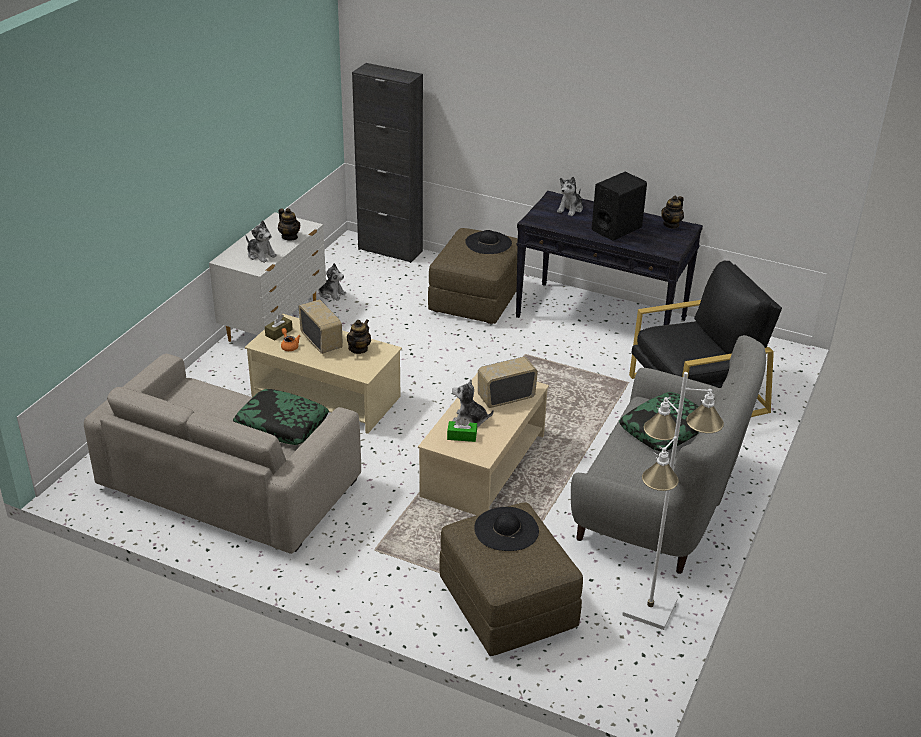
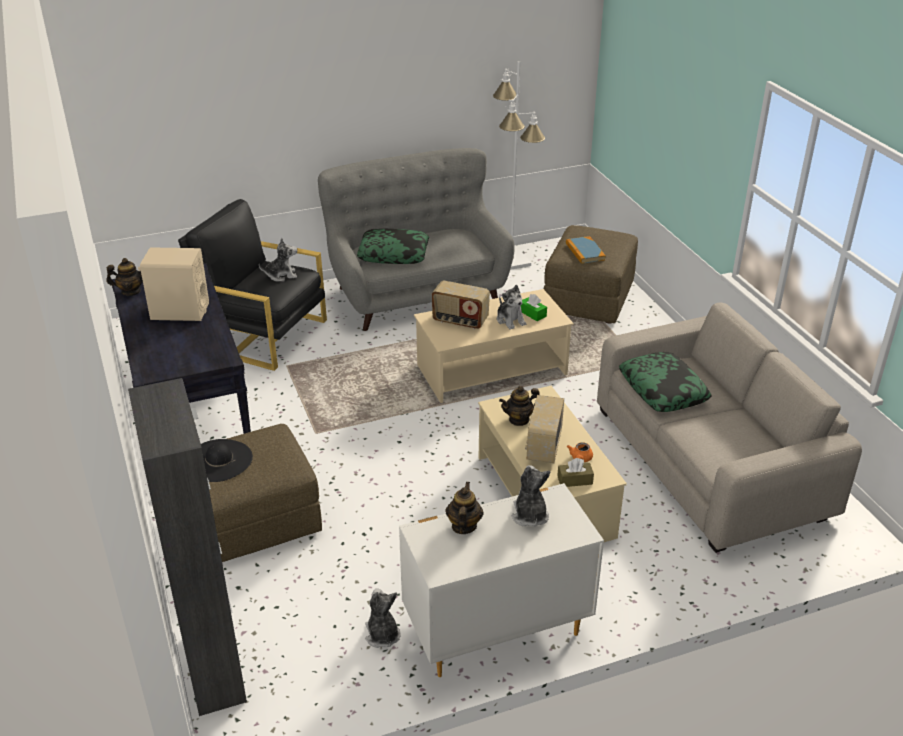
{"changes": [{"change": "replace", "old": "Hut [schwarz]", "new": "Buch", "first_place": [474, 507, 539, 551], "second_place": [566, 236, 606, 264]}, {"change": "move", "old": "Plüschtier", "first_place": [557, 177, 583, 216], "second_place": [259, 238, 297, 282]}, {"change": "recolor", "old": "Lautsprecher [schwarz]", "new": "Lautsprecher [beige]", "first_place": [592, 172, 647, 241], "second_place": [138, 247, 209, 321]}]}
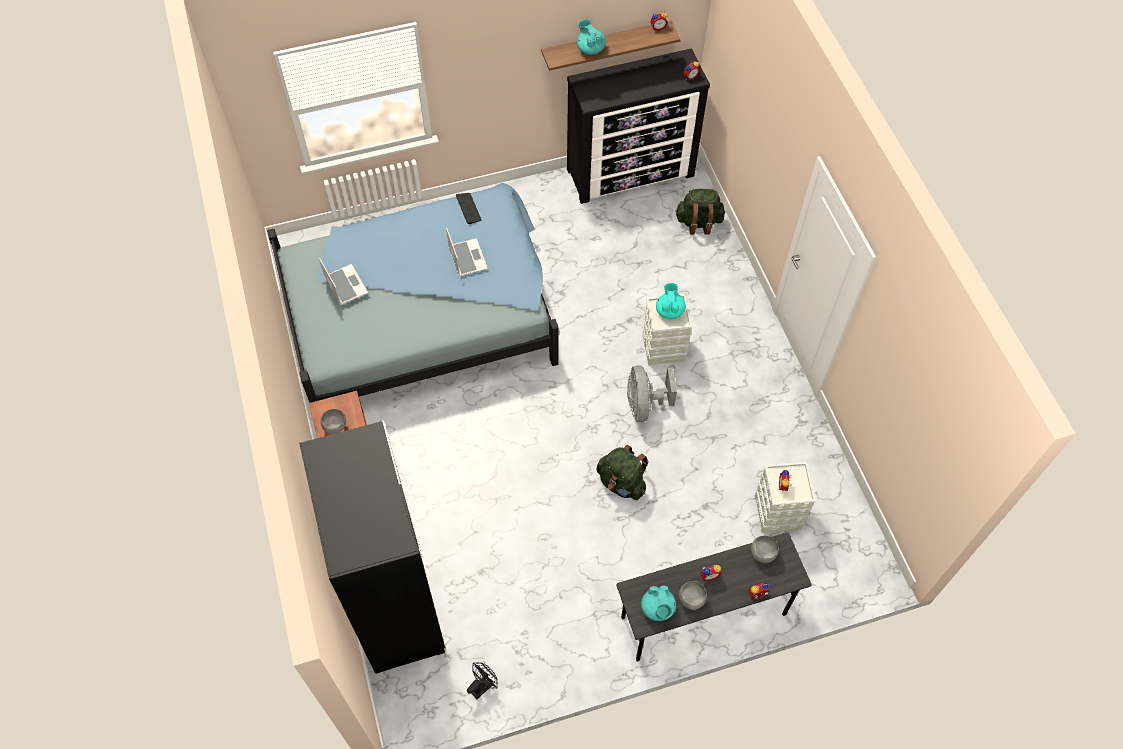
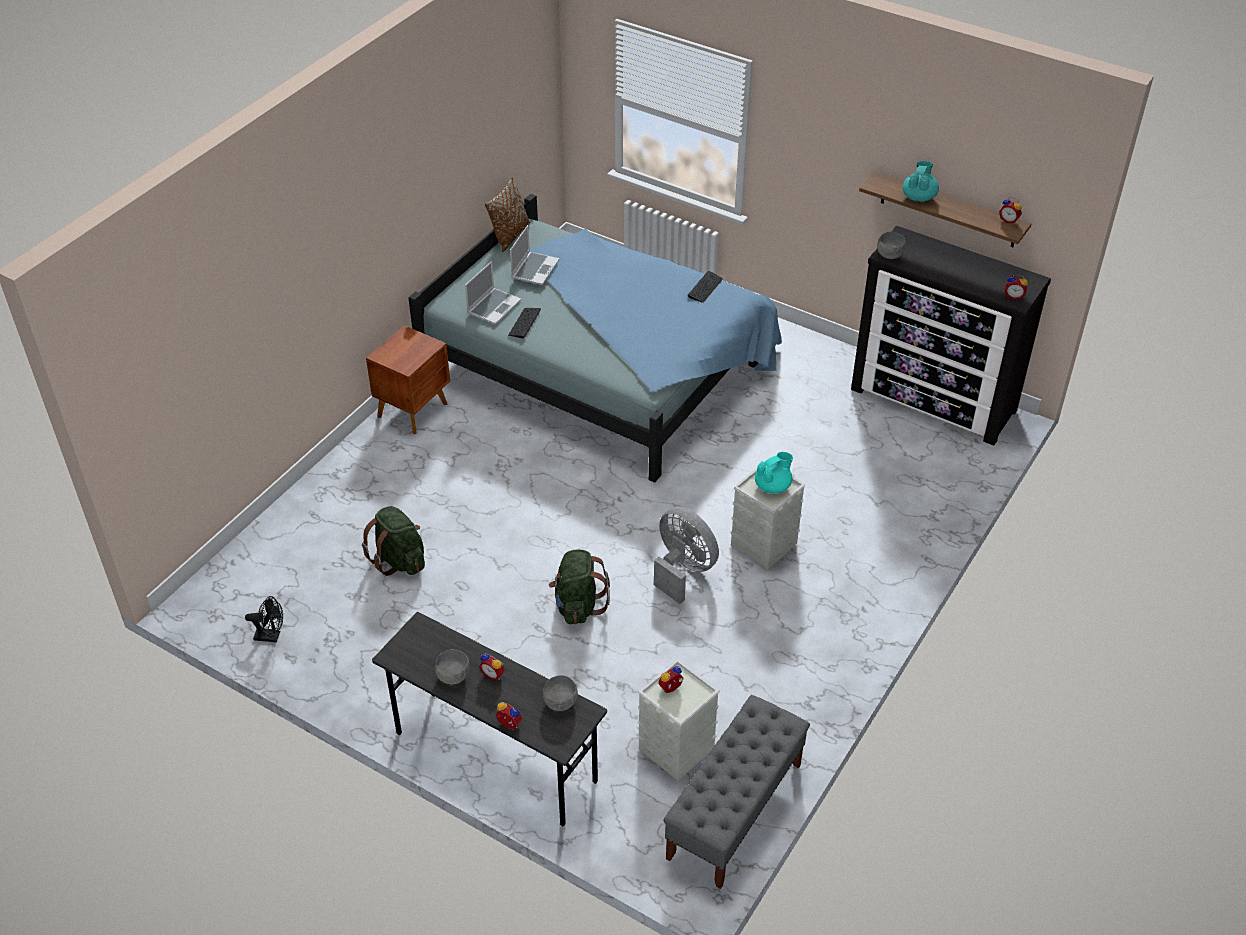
{"changes": [{"change": "delete", "old": "Kleiderschrank [schwarz]", "first_place": [299, 420, 445, 674]}, {"change": "move", "old": "Schüssel [grau]", "first_place": [321, 409, 346, 434], "second_place": [877, 232, 906, 259]}, {"change": "move", "old": "Laptop", "first_place": [446, 228, 488, 277], "second_place": [465, 261, 521, 325]}, {"change": "rotate", "old": "Ventilator [grau]", "first_place": [627, 365, 677, 422], "second_place": [654, 507, 719, 604], "degrees": 90}, {"change": "delete", "old": "Teekanne [türkis]", "first_place": [641, 585, 676, 621]}, {"change": "move", "old": "Rucksack [grün]", "first_place": [675, 189, 725, 235], "second_place": [362, 506, 425, 576]}, {"change": "insert", "new": "Kissen [braun]", "second_place": [485, 177, 530, 252]}, {"change": "insert", "new": "Tastatur", "second_place": [508, 308, 541, 339]}, {"change": "insert", "new": "Bank [grau]", "second_place": [664, 695, 810, 889]}]}
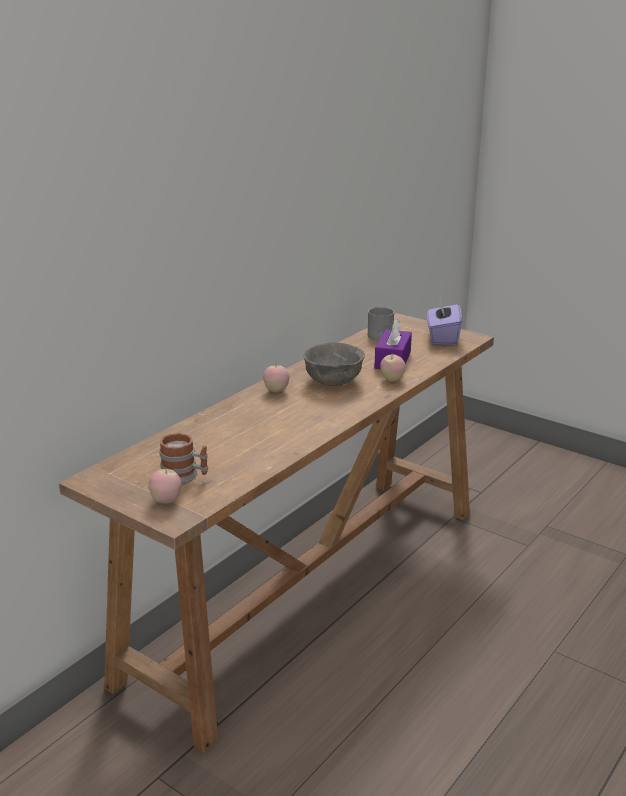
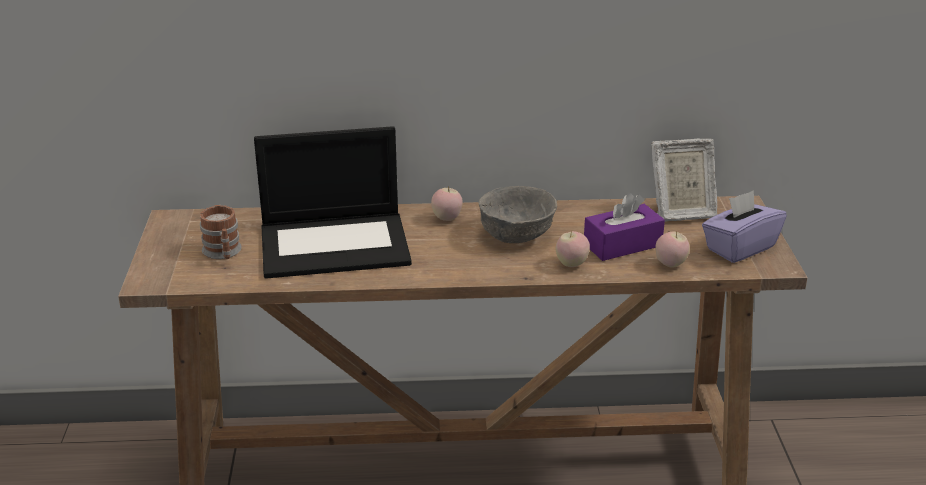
{"changes": [{"change": "move", "old": "Apfel", "first_place": [148, 467, 181, 504], "second_place": [655, 231, 690, 268]}, {"change": "replace", "old": "Henkelbecher [grau]", "new": "Bilderrahmen", "first_place": [368, 307, 395, 341], "second_place": [651, 139, 717, 222]}, {"change": "insert", "new": "Laptop", "second_place": [254, 126, 412, 279]}]}
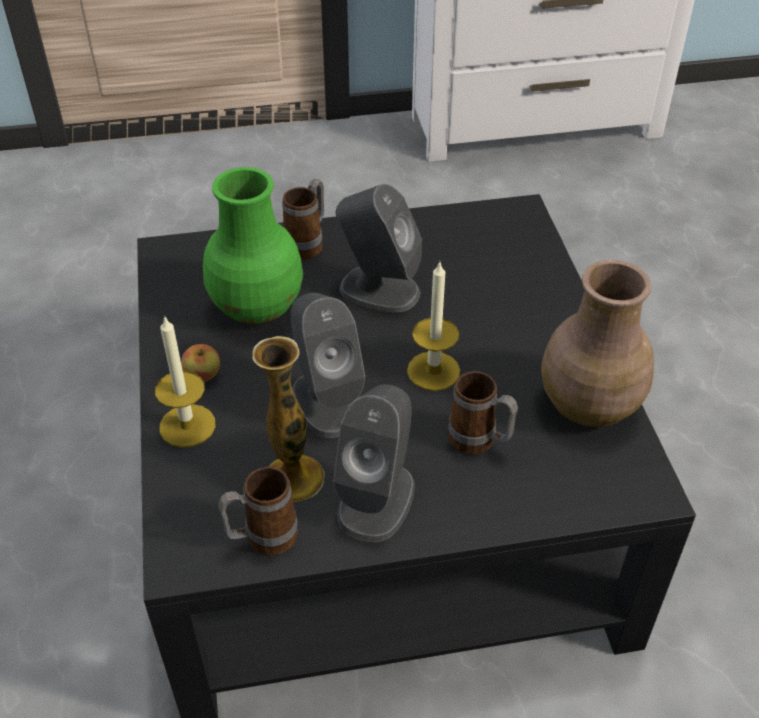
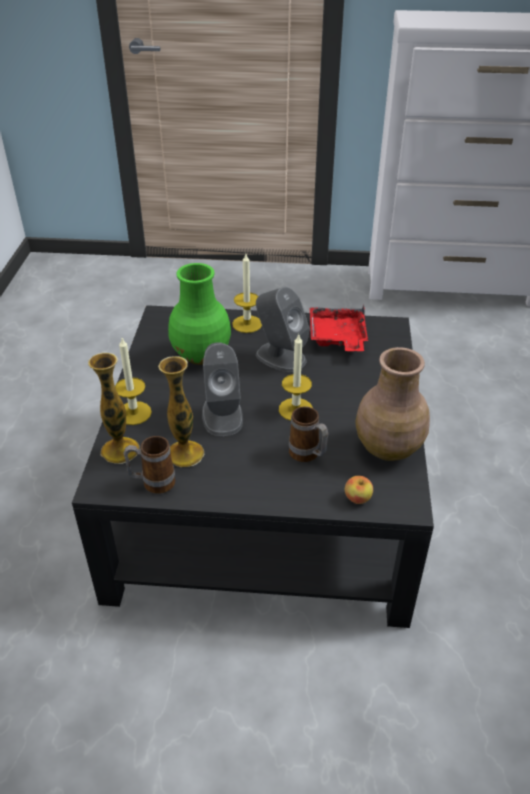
{"changes": [{"change": "move", "old": "Apfel", "first_place": [181, 344, 220, 382], "second_place": [345, 476, 373, 504]}, {"change": "replace", "old": "Henkelbecher", "new": "Kerze", "first_place": [282, 179, 324, 260], "second_place": [232, 254, 262, 333]}, {"change": "delete", "old": "Lautsprecher [grau]", "first_place": [333, 384, 415, 542]}, {"change": "insert", "new": "Vase", "second_place": [88, 352, 140, 464]}, {"change": "insert", "new": "Tablett [rot]", "second_place": [310, 305, 368, 351]}]}
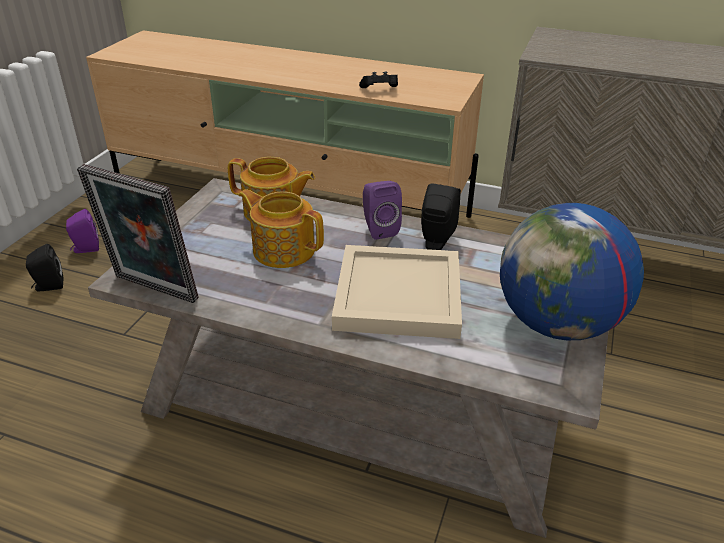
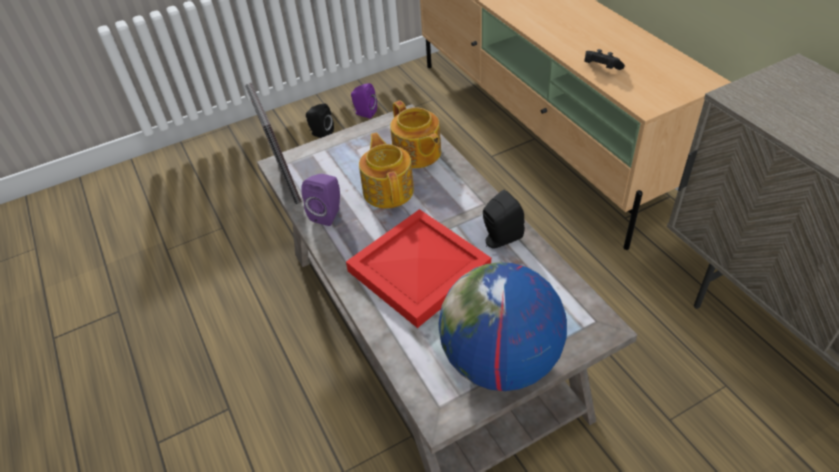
{"changes": [{"change": "recolor", "old": "Tablett [beige]", "new": "Tablett [rot]", "first_place": [332, 245, 462, 339], "second_place": [346, 209, 491, 328]}, {"change": "move", "old": "Lautsprecher [lila]", "first_place": [363, 181, 402, 240], "second_place": [301, 174, 340, 226]}]}
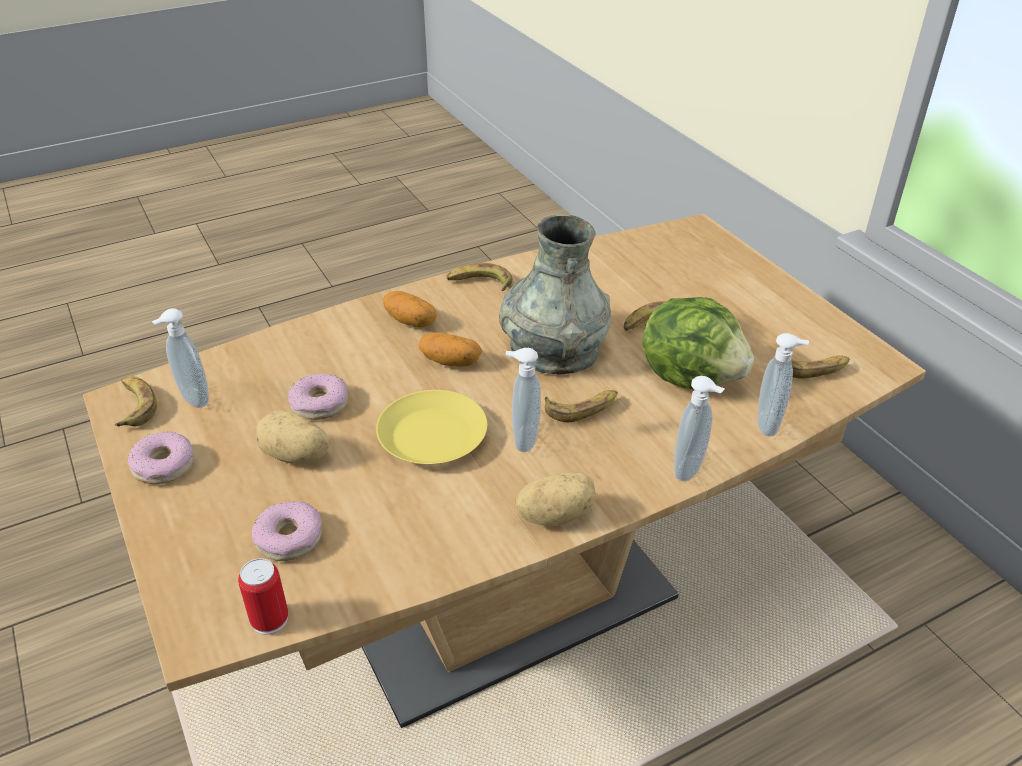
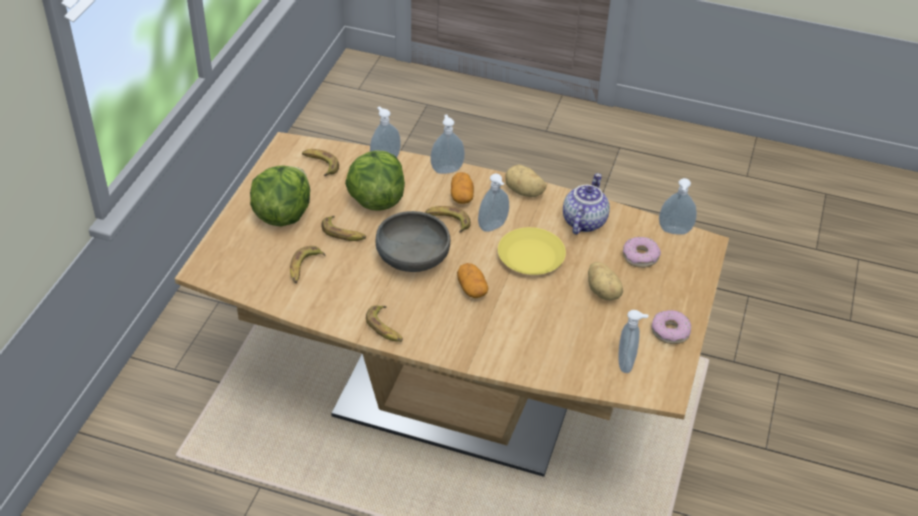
{"changes": [{"change": "move", "old": "Banane", "first_place": [115, 376, 157, 427], "second_place": [290, 246, 326, 283]}, {"change": "replace", "old": "Dose", "new": "Seifenspender", "first_place": [238, 558, 288, 635], "second_place": [659, 178, 697, 235]}, {"change": "delete", "old": "Donut", "first_place": [288, 373, 348, 420]}, {"change": "move", "old": "Kartoffel", "first_place": [383, 291, 437, 327], "second_place": [451, 172, 474, 204]}, {"change": "replace", "old": "Vase [grau]", "new": "Schüssel [grau]", "first_place": [499, 214, 611, 374], "second_place": [375, 211, 450, 272]}, {"change": "insert", "new": "Salatkopf", "second_place": [250, 165, 310, 226]}, {"change": "insert", "new": "Teekanne", "second_place": [563, 173, 610, 235]}]}
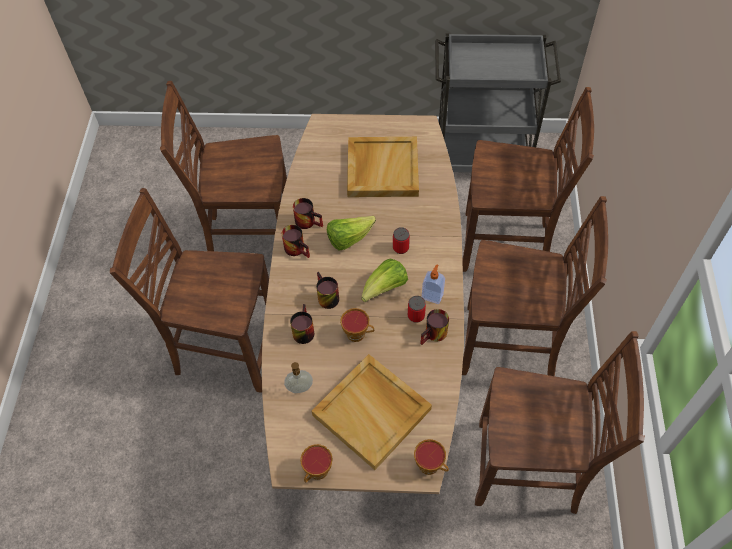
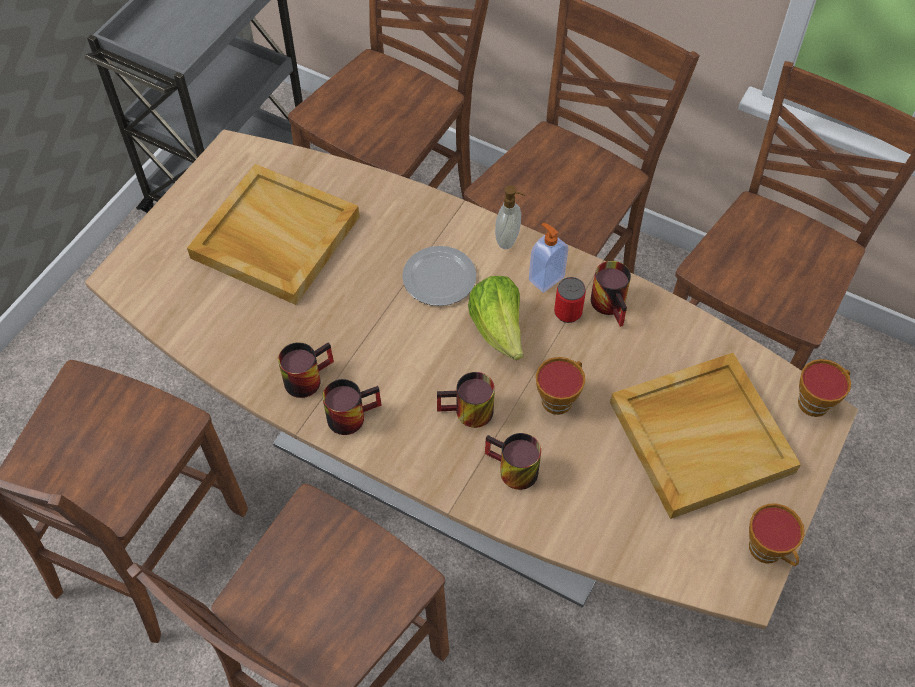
{"changes": [{"change": "move", "old": "Seifenspender", "first_place": [284, 362, 313, 393], "second_place": [495, 185, 525, 249]}, {"change": "delete", "old": "Salatkopf", "first_place": [327, 216, 376, 250]}, {"change": "replace", "old": "Dose", "new": "Teller", "first_place": [393, 227, 410, 254], "second_place": [402, 246, 477, 306]}]}
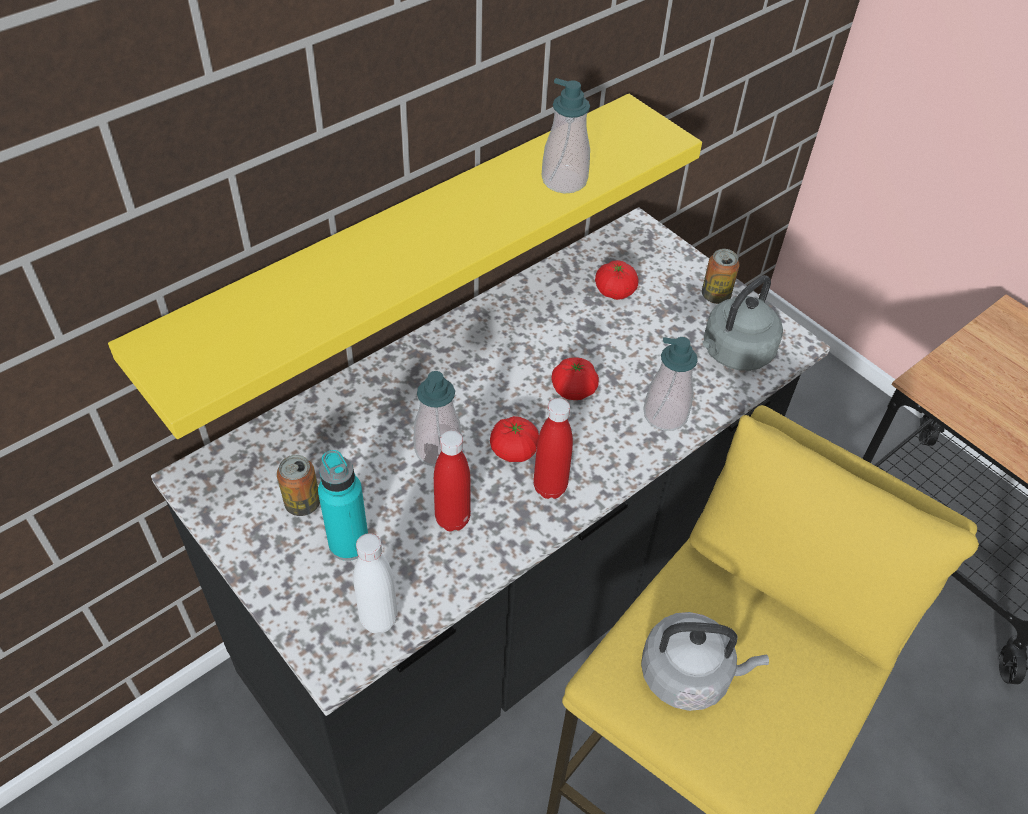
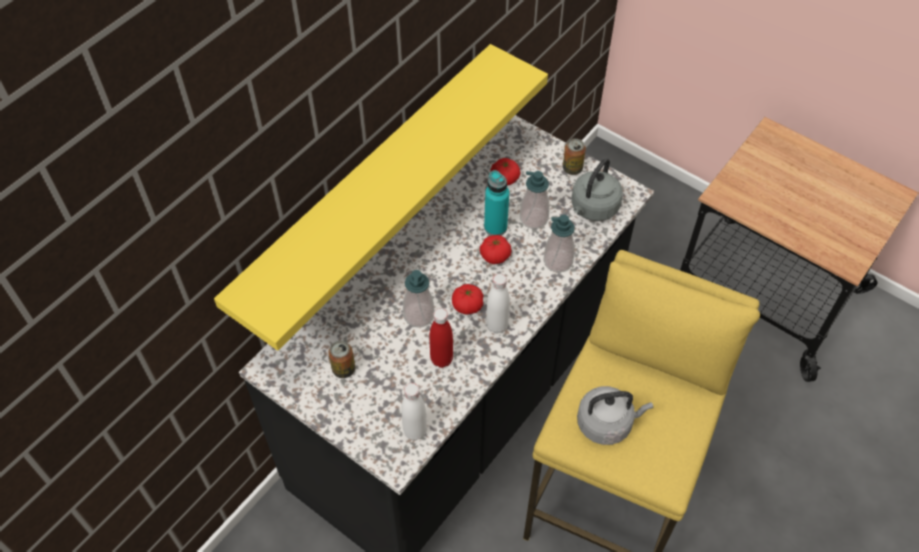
{"changes": [{"change": "move", "old": "Flasche [türkis]", "first_place": [318, 450, 368, 561], "second_place": [484, 170, 509, 236]}, {"change": "recolor", "old": "Flasche [rot]", "new": "Flasche [weiß]", "first_place": [534, 398, 573, 499], "second_place": [486, 273, 510, 334]}, {"change": "move", "old": "Seifenspender", "first_place": [542, 78, 590, 193], "second_place": [520, 171, 549, 229]}]}
